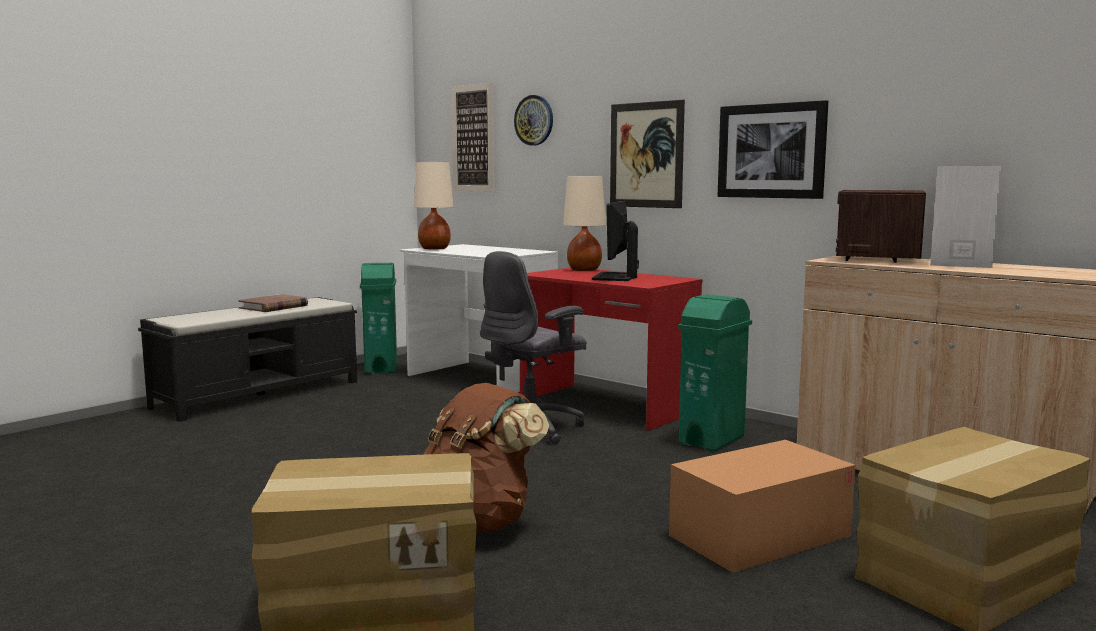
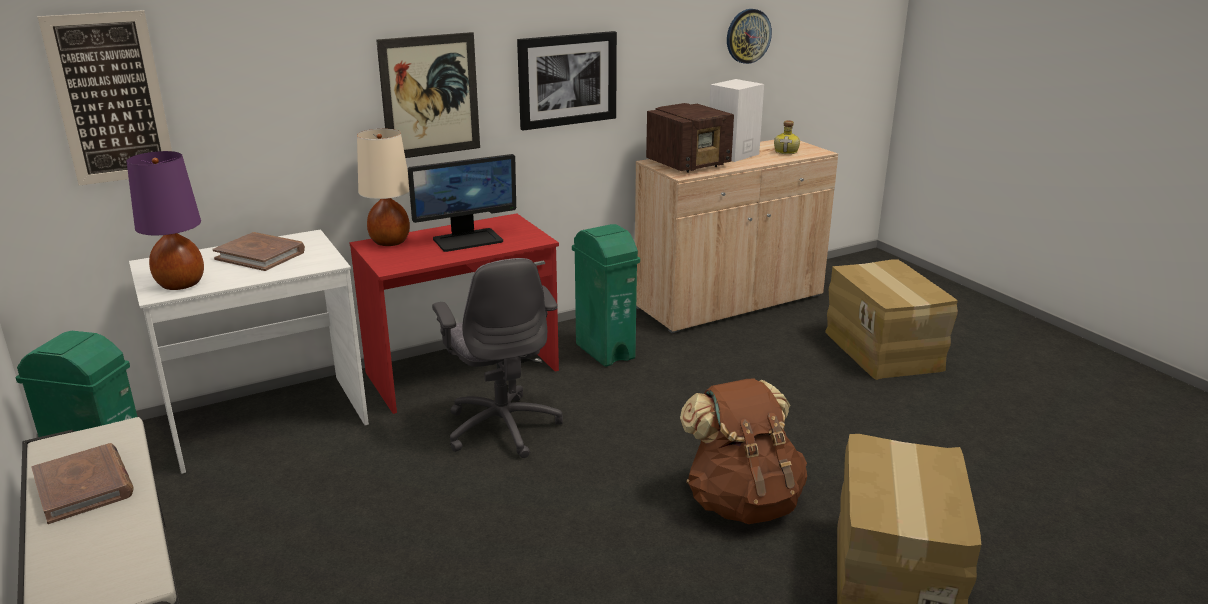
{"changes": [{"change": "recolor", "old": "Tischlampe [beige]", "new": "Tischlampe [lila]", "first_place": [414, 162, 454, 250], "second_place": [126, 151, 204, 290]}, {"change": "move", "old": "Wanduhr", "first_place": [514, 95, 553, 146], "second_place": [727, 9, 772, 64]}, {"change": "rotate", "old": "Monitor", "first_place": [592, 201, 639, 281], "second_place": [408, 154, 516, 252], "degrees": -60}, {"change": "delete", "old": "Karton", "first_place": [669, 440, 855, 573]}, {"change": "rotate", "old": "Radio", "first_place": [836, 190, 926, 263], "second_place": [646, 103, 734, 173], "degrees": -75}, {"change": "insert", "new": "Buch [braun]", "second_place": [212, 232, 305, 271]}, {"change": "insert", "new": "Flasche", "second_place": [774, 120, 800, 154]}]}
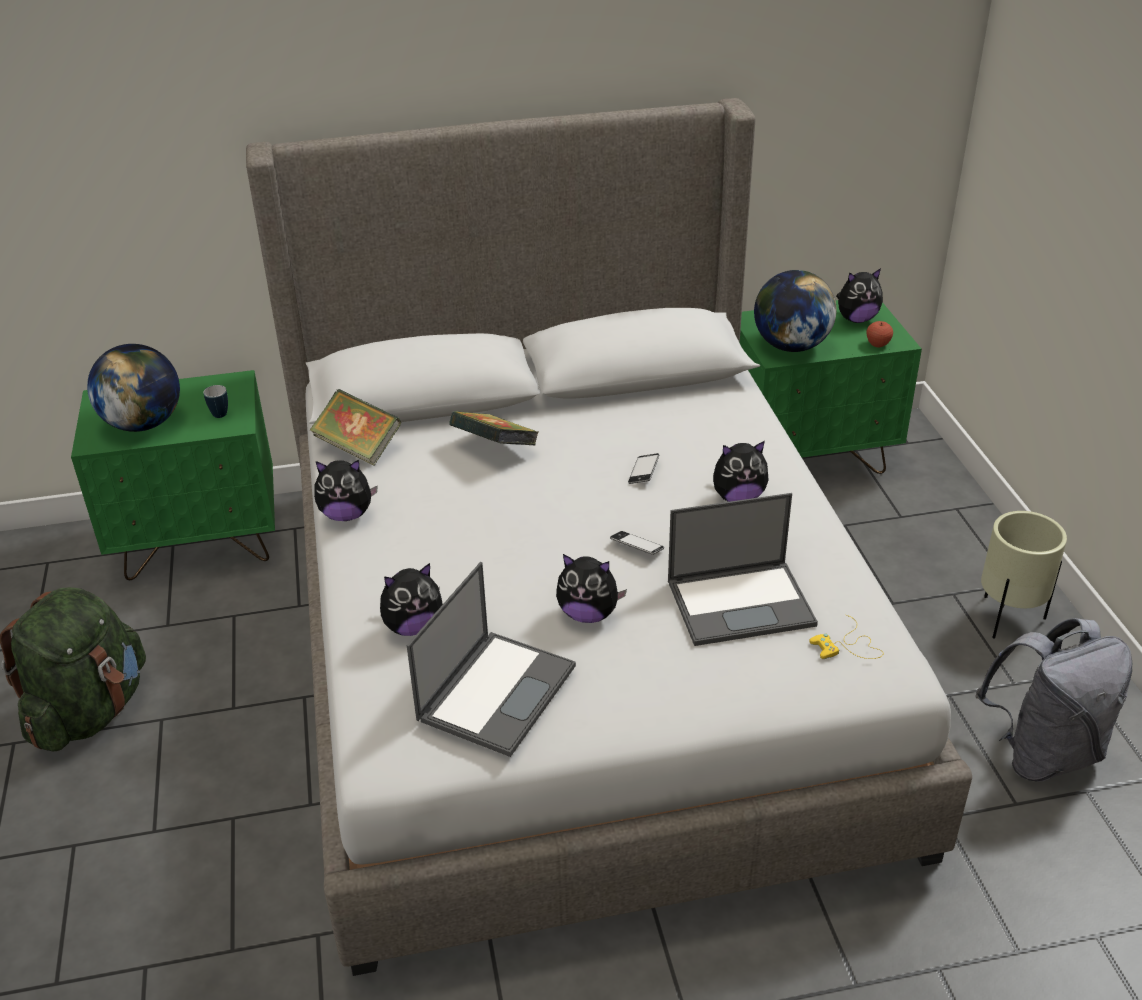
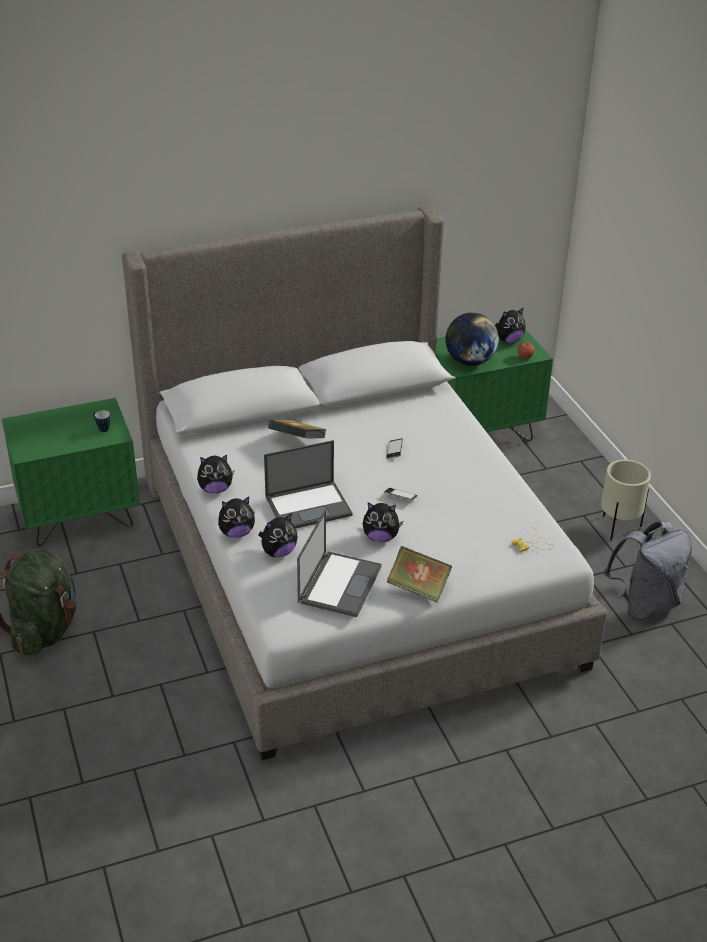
{"changes": [{"change": "delete", "old": "Globus", "first_place": [87, 344, 180, 432]}, {"change": "move", "old": "Buch", "first_place": [310, 389, 401, 466], "second_place": [387, 546, 452, 603]}, {"change": "move", "old": "Laptop", "first_place": [668, 493, 818, 646], "second_place": [264, 440, 353, 529]}, {"change": "move", "old": "Plüschtier", "first_place": [713, 441, 768, 502], "second_place": [218, 497, 255, 538]}]}
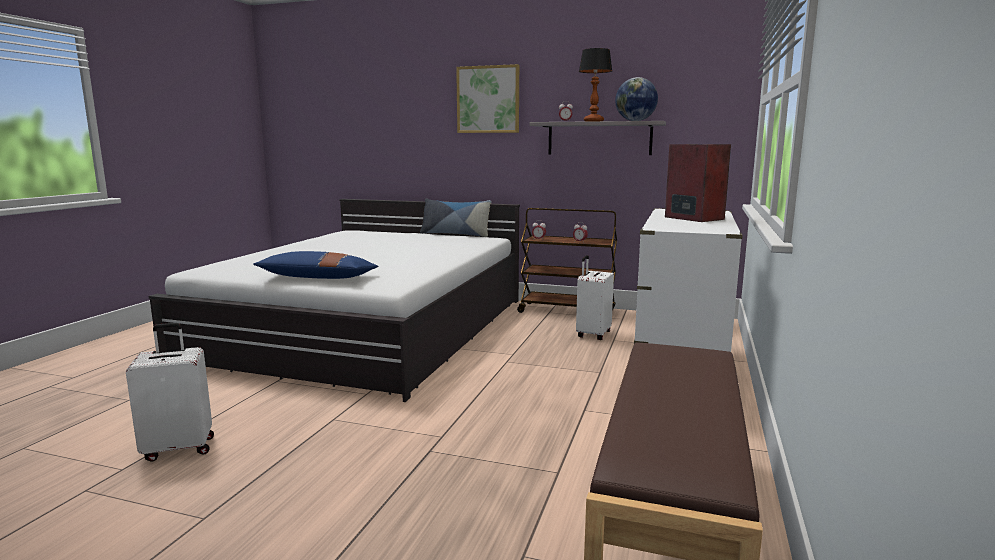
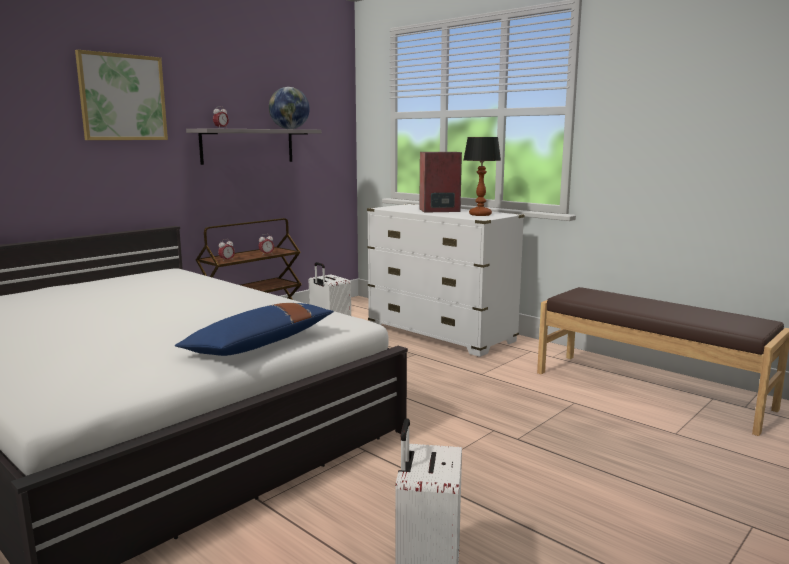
{"changes": [{"change": "delete", "old": "Kissen", "first_place": [420, 198, 492, 237]}, {"change": "move", "old": "Tischlampe", "first_place": [579, 48, 612, 122], "second_place": [464, 137, 501, 216]}]}
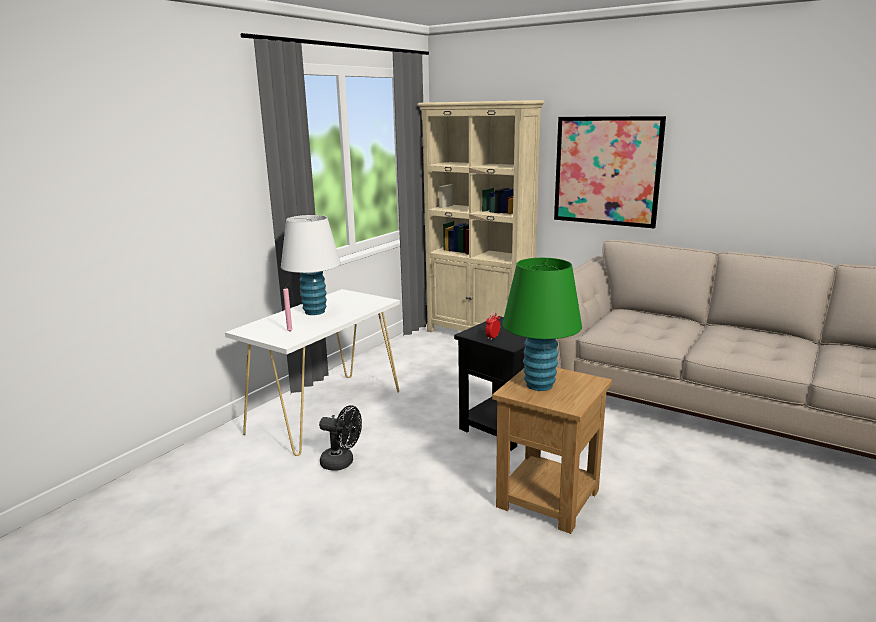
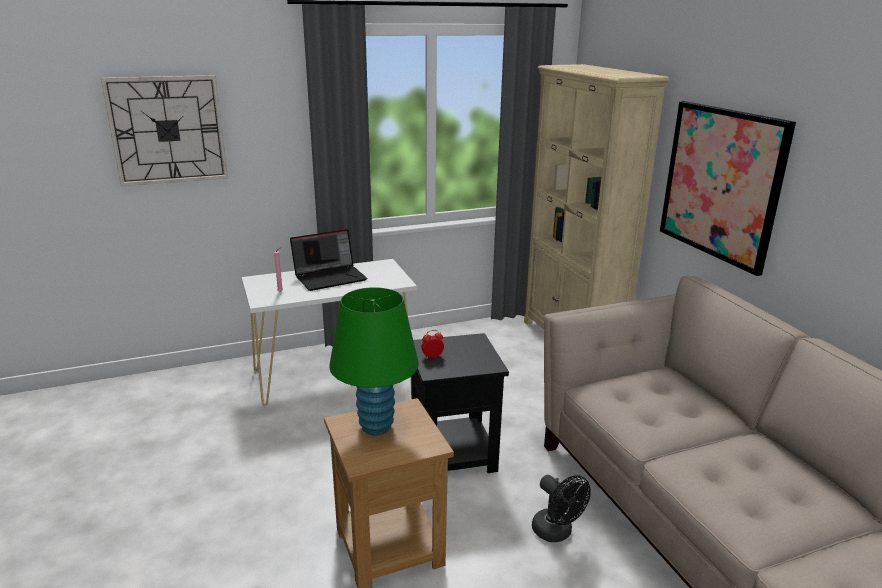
{"changes": [{"change": "replace", "old": "Tischlampe [weiß]", "new": "Laptop", "first_place": [281, 215, 341, 315], "second_place": [290, 229, 367, 291]}, {"change": "move", "old": "Ventilator [schwarz]", "first_place": [319, 405, 362, 470], "second_place": [532, 475, 591, 542]}, {"change": "insert", "new": "Wanduhr", "second_place": [101, 75, 228, 186]}]}
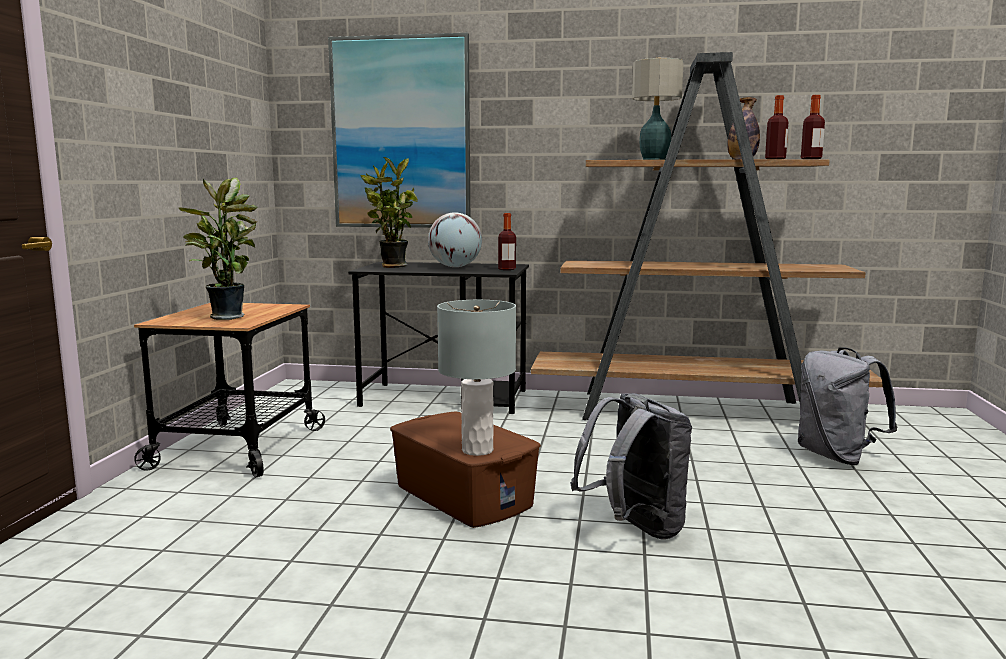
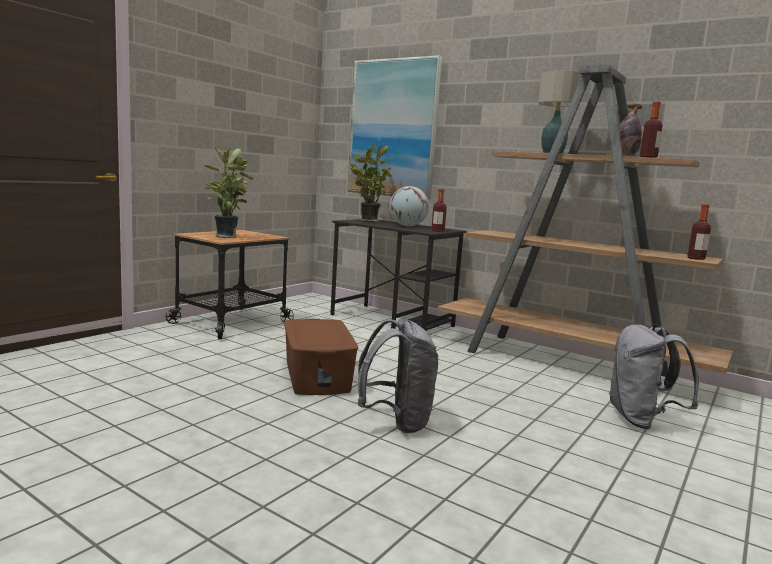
{"changes": [{"change": "delete", "old": "Tischlampe [grau]", "first_place": [437, 300, 516, 456]}, {"change": "move", "old": "Flasche", "first_place": [801, 95, 825, 159], "second_place": [687, 204, 711, 260]}]}
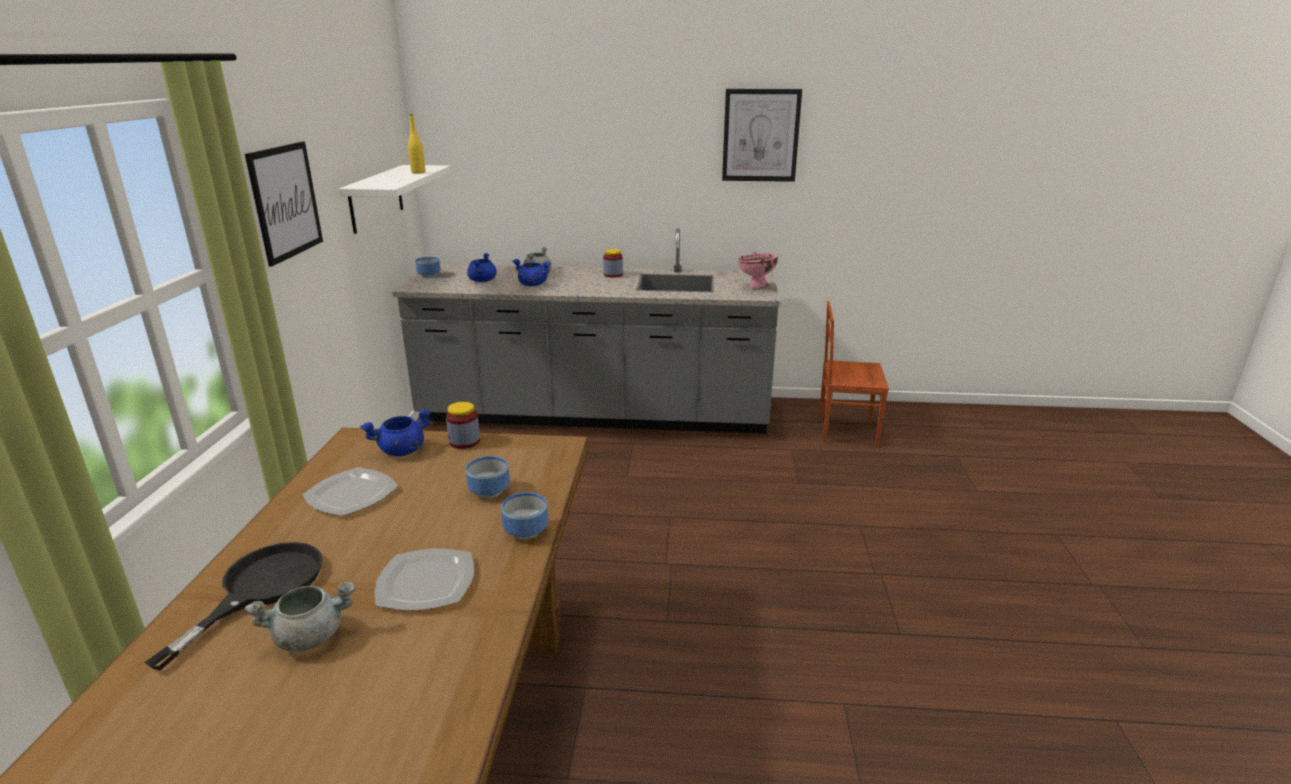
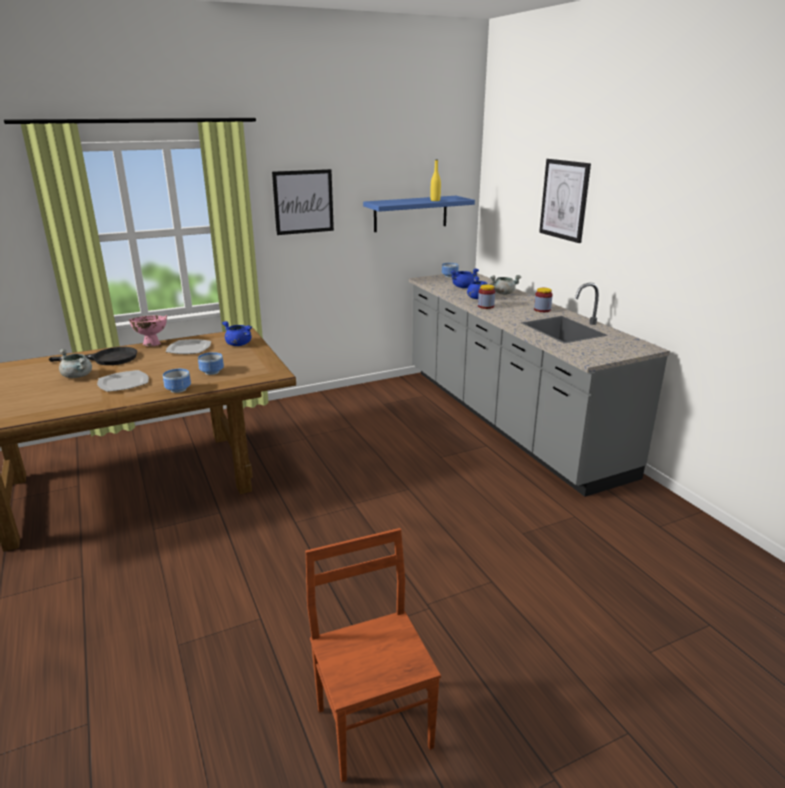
{"changes": [{"change": "recolor", "old": "Wandregal [weiß]", "new": "Wandregal [blau]", "first_place": [338, 165, 451, 234], "second_place": [363, 196, 475, 232]}, {"change": "move", "old": "Vorratsglas", "first_place": [446, 402, 480, 449], "second_place": [478, 285, 495, 309]}, {"change": "move", "old": "Bild", "first_place": [722, 89, 802, 182], "second_place": [539, 159, 591, 243]}, {"change": "move", "old": "Schüssel [rosa]", "first_place": [738, 251, 778, 289], "second_place": [128, 315, 167, 346]}, {"change": "move", "old": "Stuhl [braun]", "first_place": [819, 301, 889, 447], "second_place": [305, 528, 441, 782]}]}
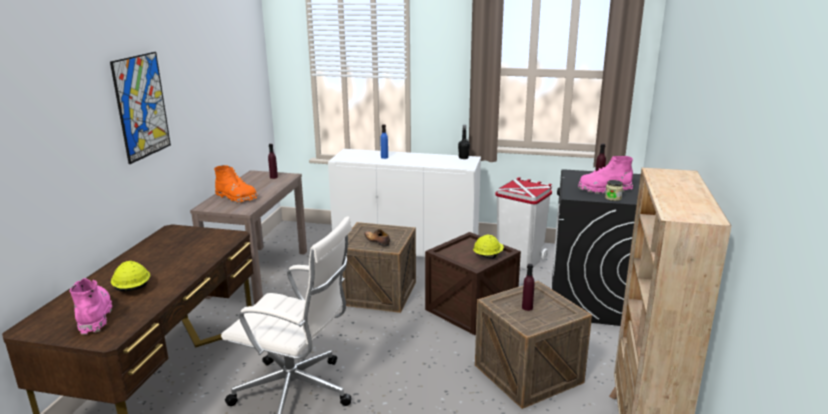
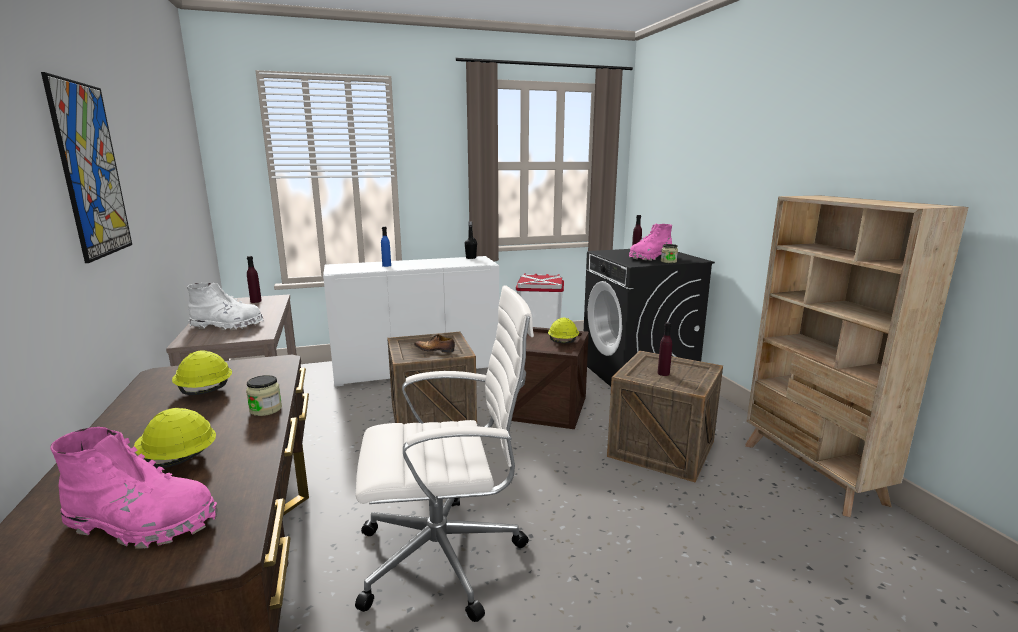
{"changes": [{"change": "rotate", "old": "Stiefel [rosa]", "first_place": [70, 278, 112, 335], "second_place": [50, 427, 218, 549], "degrees": 150}, {"change": "recolor", "old": "Stiefel [orange]", "new": "Stiefel [weiß]", "first_place": [214, 165, 258, 203], "second_place": [187, 283, 263, 331]}, {"change": "insert", "new": "Schutzhelm [gelb]", "second_place": [172, 350, 232, 395]}, {"change": "insert", "new": "Vorratsglas", "second_place": [246, 375, 282, 416]}]}
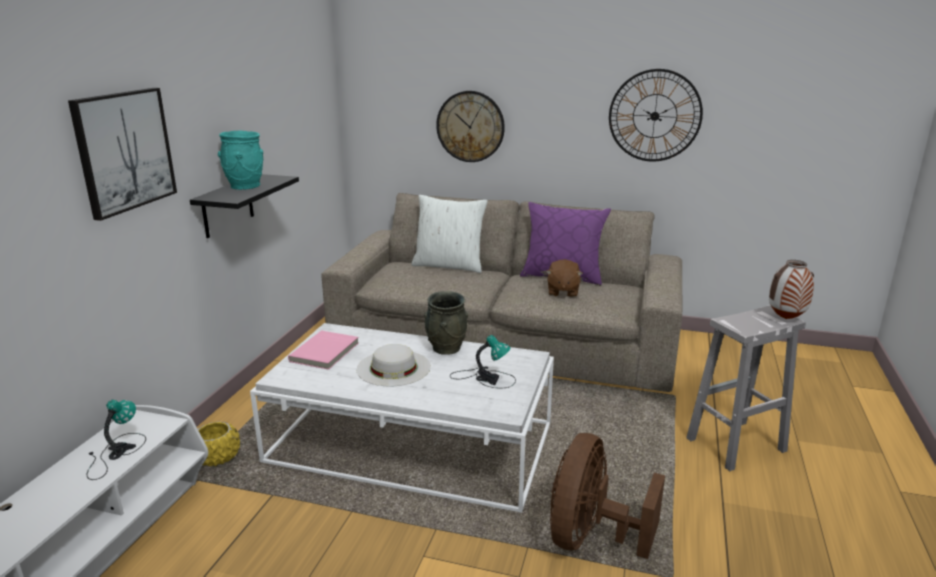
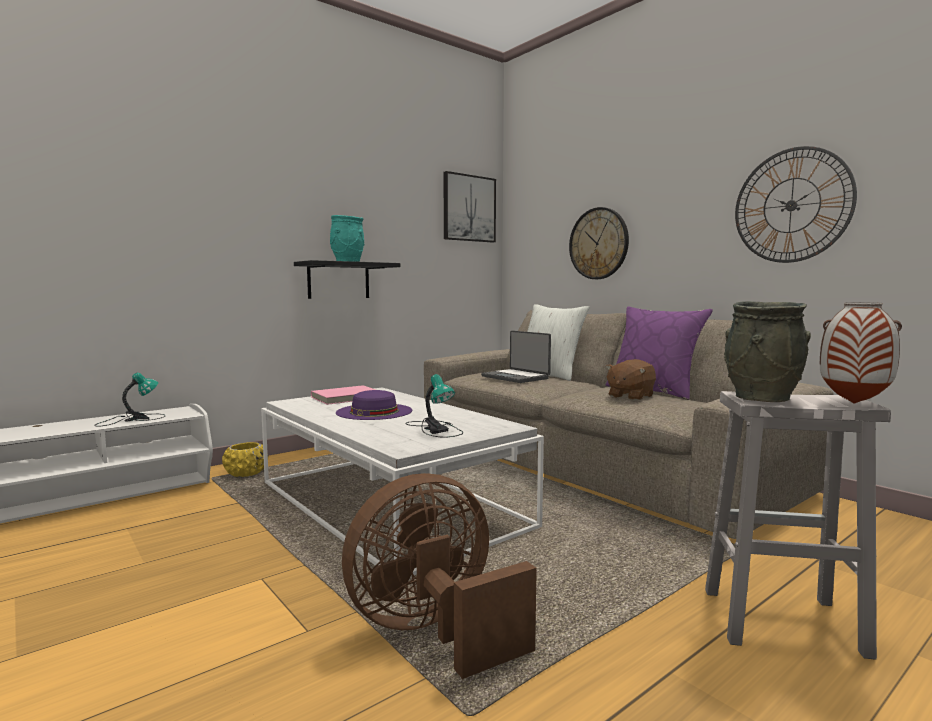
{"changes": [{"change": "move", "old": "Bild", "first_place": [68, 88, 177, 221], "second_place": [443, 171, 496, 243]}, {"change": "recolor", "old": "Hut [weiß]", "new": "Hut [lila]", "first_place": [357, 344, 431, 386], "second_place": [336, 390, 412, 420]}, {"change": "move", "old": "Vase [grau]", "first_place": [424, 291, 468, 355], "second_place": [724, 301, 811, 402]}, {"change": "insert", "new": "Laptop", "second_place": [481, 331, 551, 383]}]}
